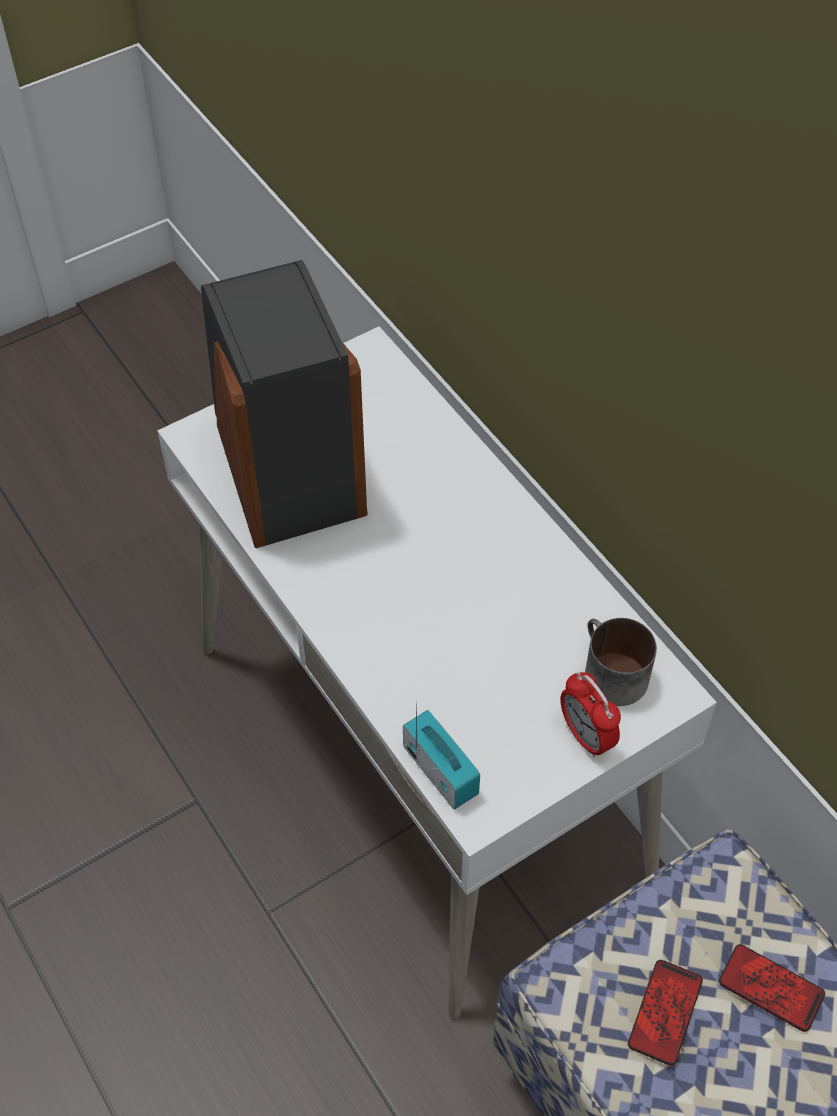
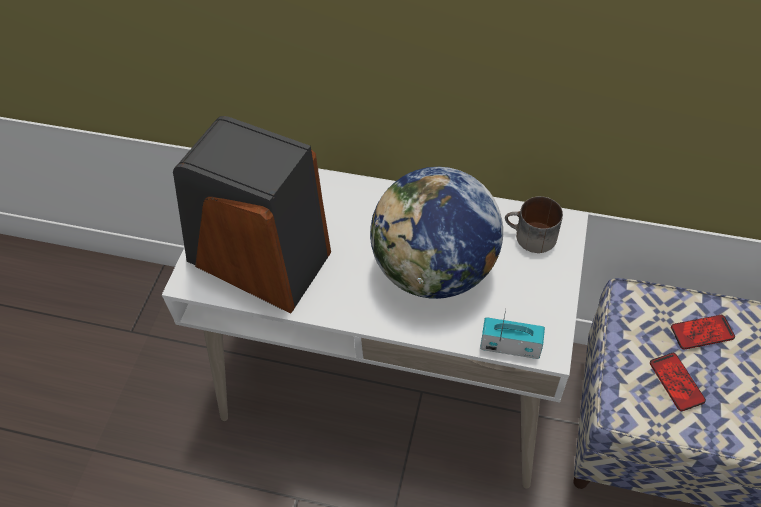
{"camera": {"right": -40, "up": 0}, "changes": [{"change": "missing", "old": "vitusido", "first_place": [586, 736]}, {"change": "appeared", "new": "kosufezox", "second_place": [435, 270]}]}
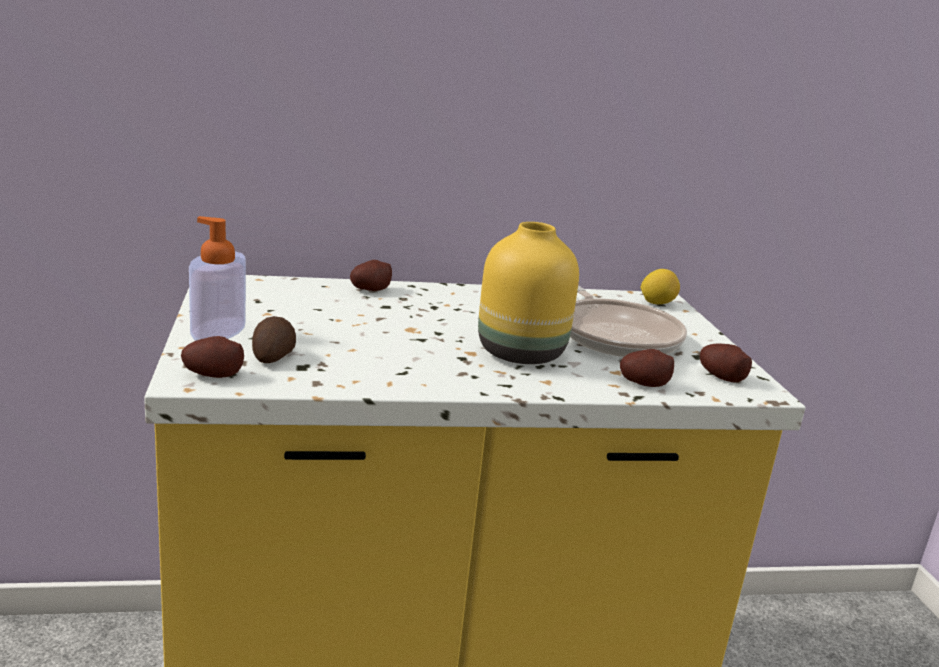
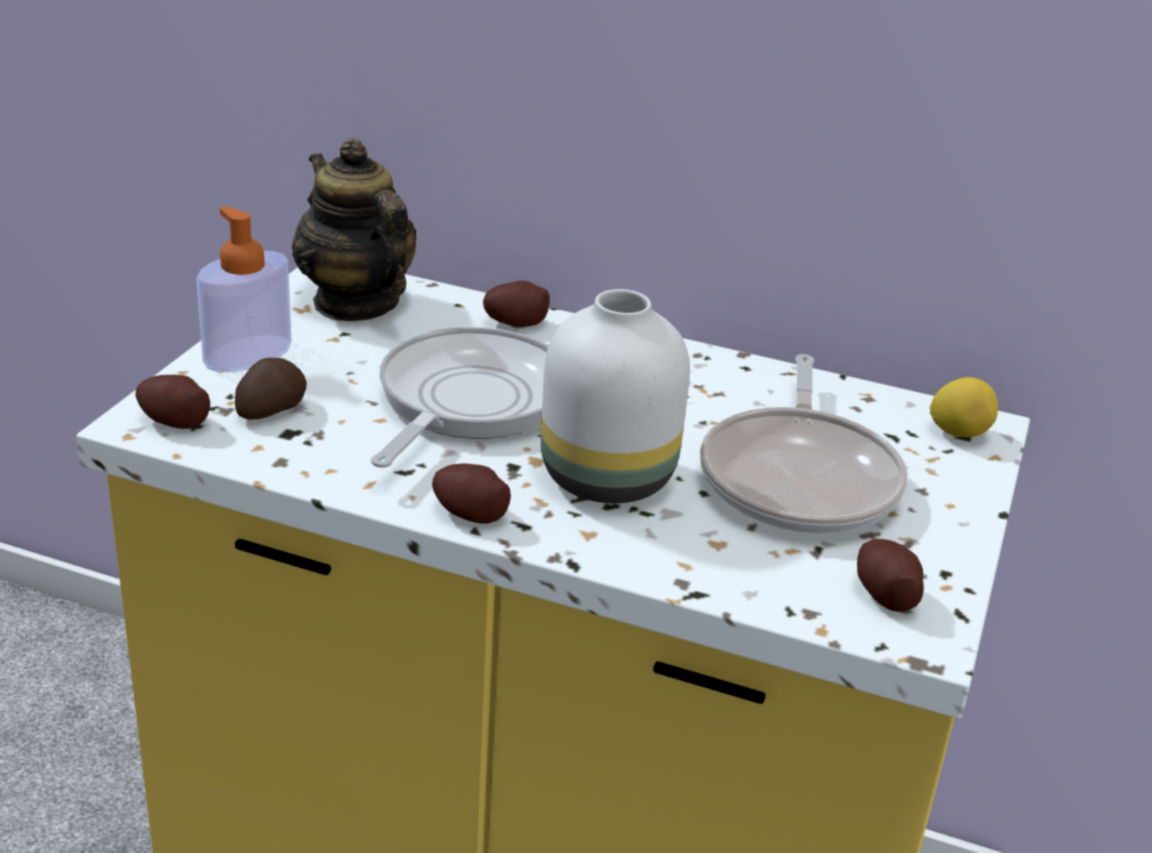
{"camera": {"right": 30, "up": 10}, "changes": [{"change": "colour", "old": "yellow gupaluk", "new": "white gupaluk", "first_place": [523, 354], "second_place": [610, 479]}, {"change": "relocated", "old": "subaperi", "first_place": [643, 384], "second_place": [469, 513]}, {"change": "appeared", "new": "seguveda", "second_place": [355, 303]}, {"change": "appeared", "new": "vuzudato", "second_place": [467, 402]}]}
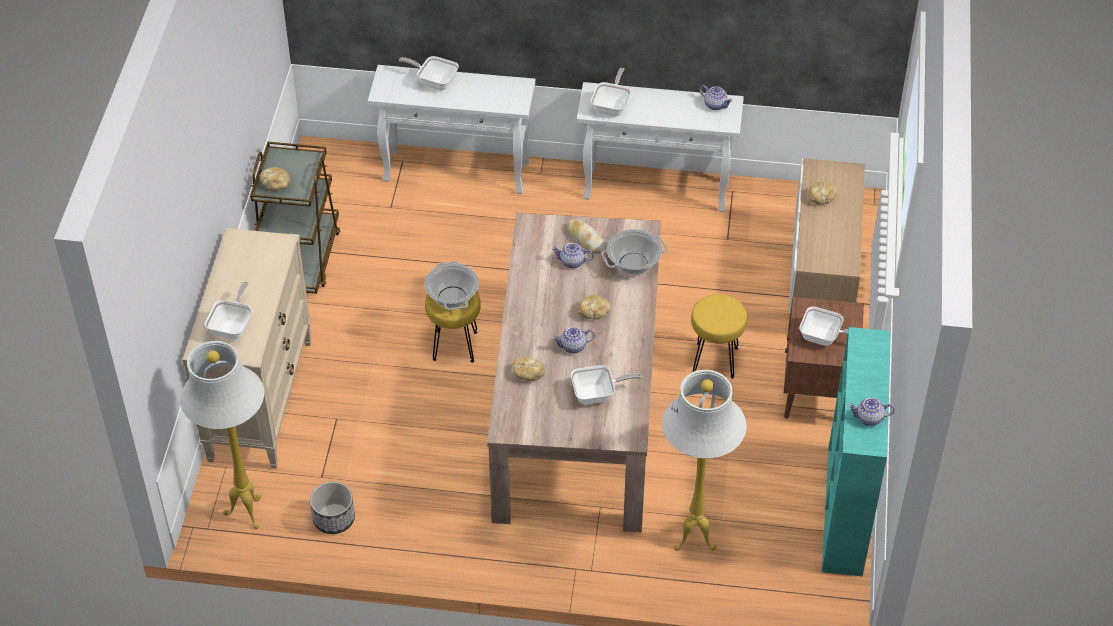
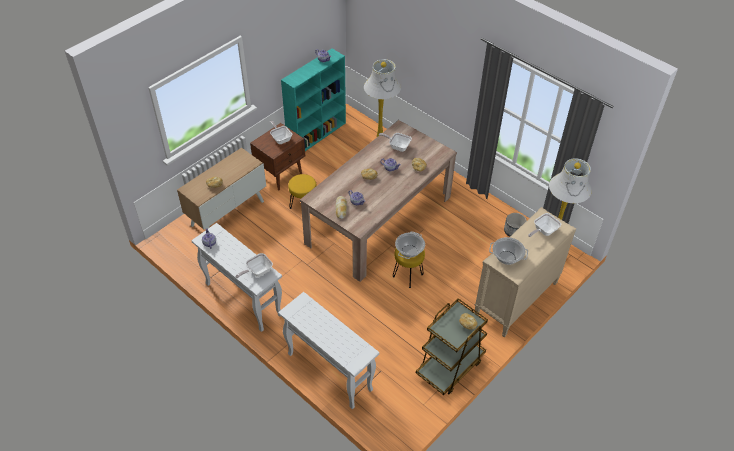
{"camera": {"right": -145, "up": 0}, "changes": [{"change": "missing", "old": "vuzudato", "first_place": [434, 81]}, {"change": "relocated", "old": "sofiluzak", "first_place": [633, 264], "second_place": [507, 257]}]}
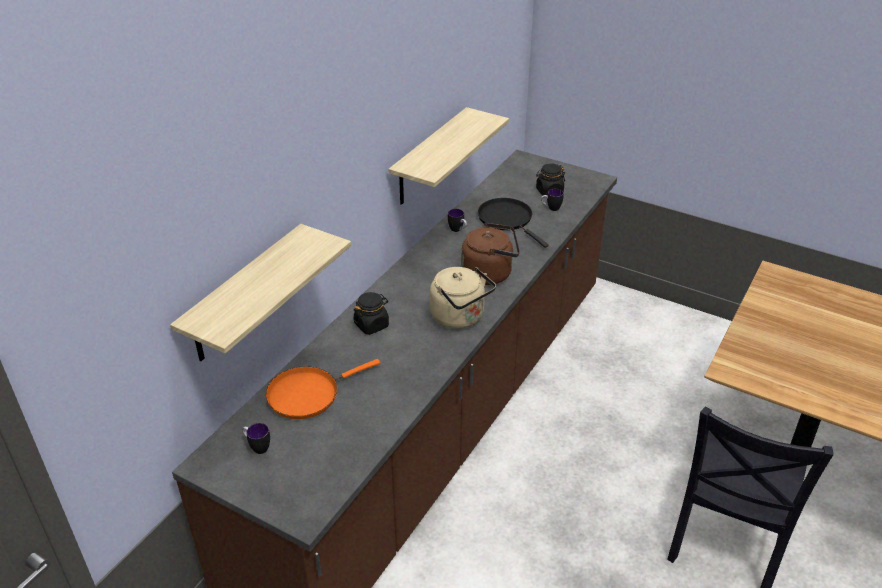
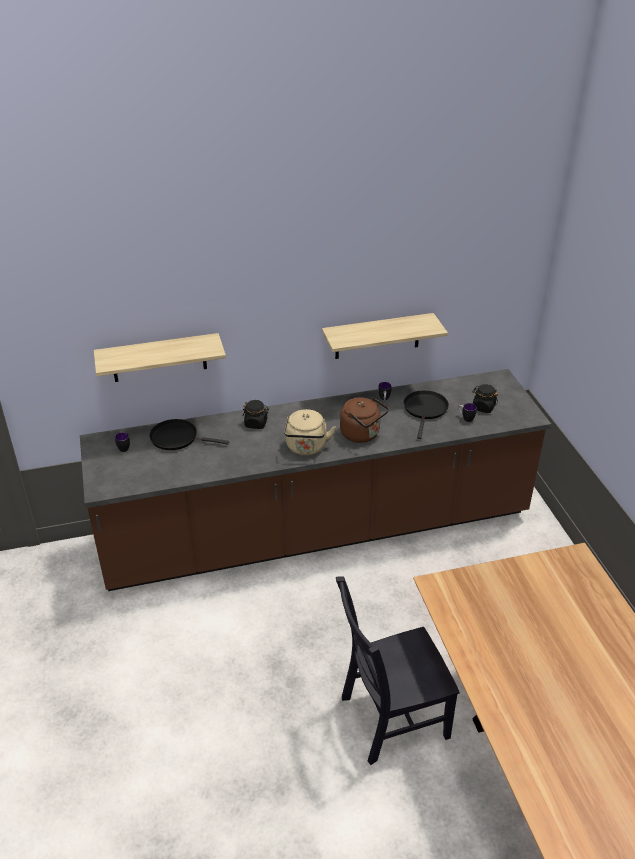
{"camera": {"right": 45, "up": 0}, "changes": [{"change": "colour", "old": "orange vuzudato", "new": "black vuzudato", "first_place": [307, 394], "second_place": [177, 438]}]}
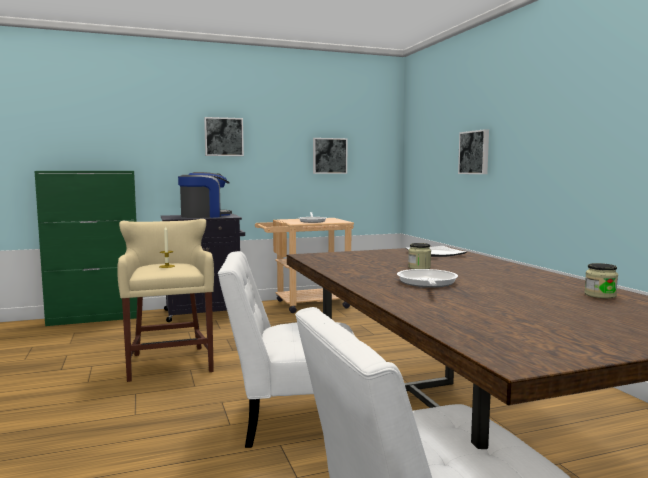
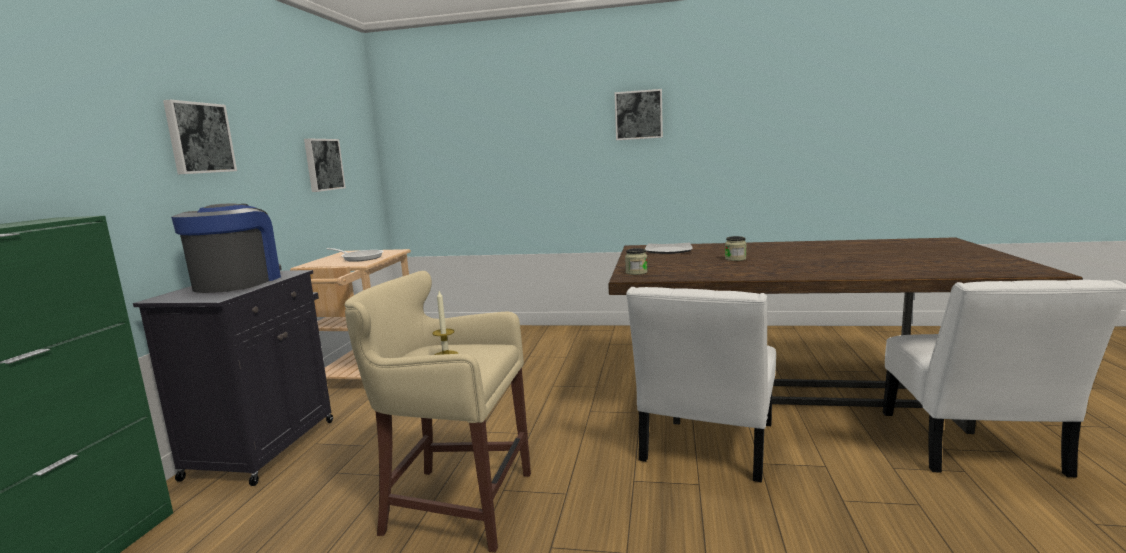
{"camera": {"right": -60, "up": 5}, "changes": [{"change": "relocated", "old": "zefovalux", "first_place": [475, 152], "second_place": [638, 115]}, {"change": "relocated", "old": "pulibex", "first_place": [600, 295], "second_place": [636, 272]}, {"change": "missing", "old": "vuzudato", "first_place": [426, 283]}]}
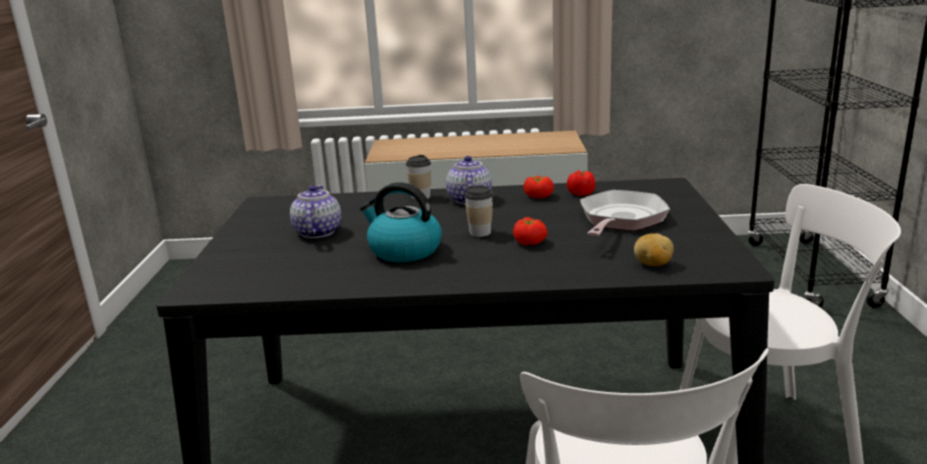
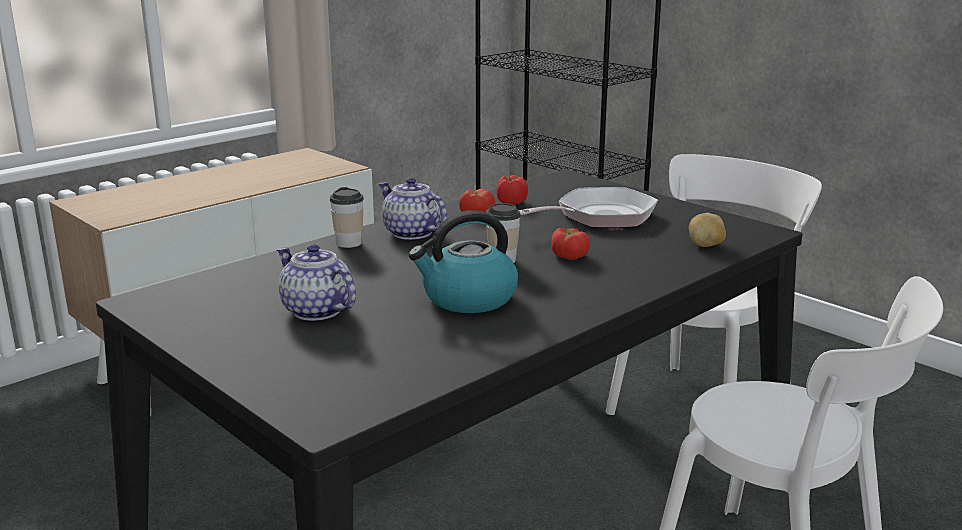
{"camera": {"right": -45, "up": 0}, "changes": [{"change": "spun", "old": "vuzudato", "first_place": [620, 220], "second_place": [599, 217], "degrees": 75}]}
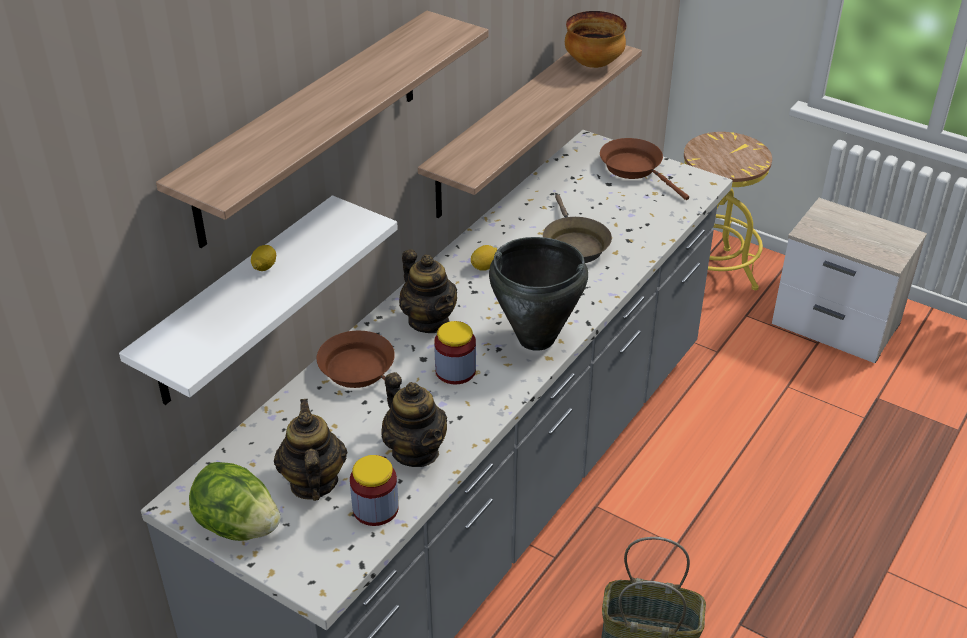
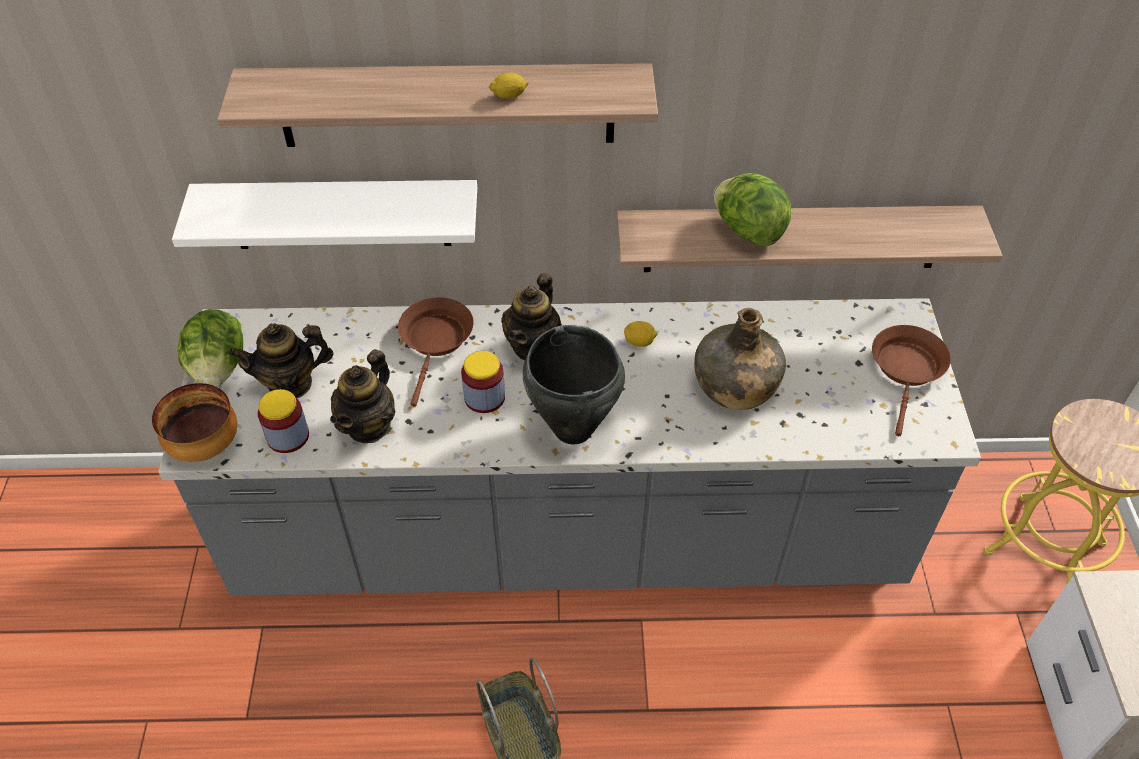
{"camera": {"right": 55, "up": 10}, "changes": [{"change": "relocated", "old": "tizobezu", "first_place": [594, 64], "second_place": [205, 447]}, {"change": "exchanged", "old": "brown vuzudato", "new": "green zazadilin", "first_place": [574, 244], "second_place": [734, 385]}, {"change": "relocated", "old": "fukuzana", "first_place": [264, 267], "second_place": [509, 95]}, {"change": "spun", "old": "seguveda", "first_place": [313, 482], "second_place": [290, 384], "degrees": -150}, {"change": "appeared", "new": "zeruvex", "second_place": [747, 231]}]}
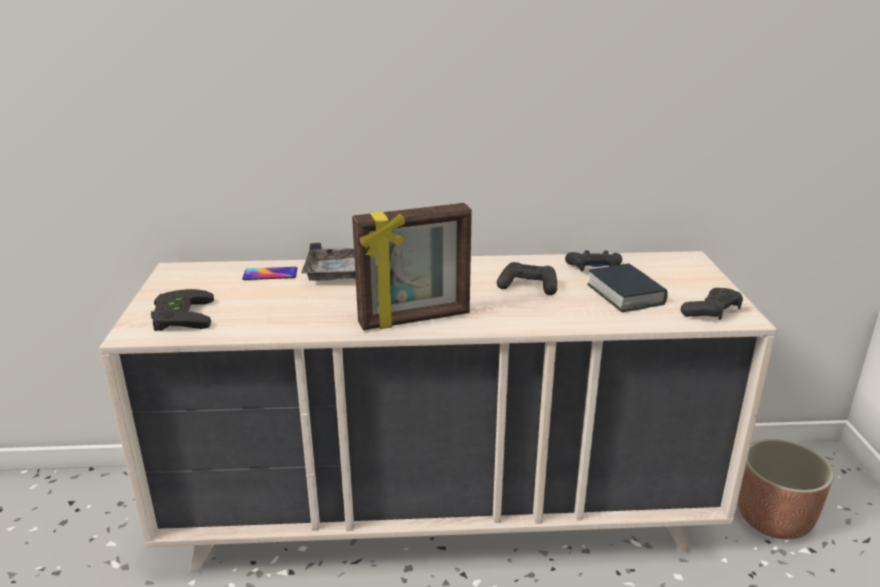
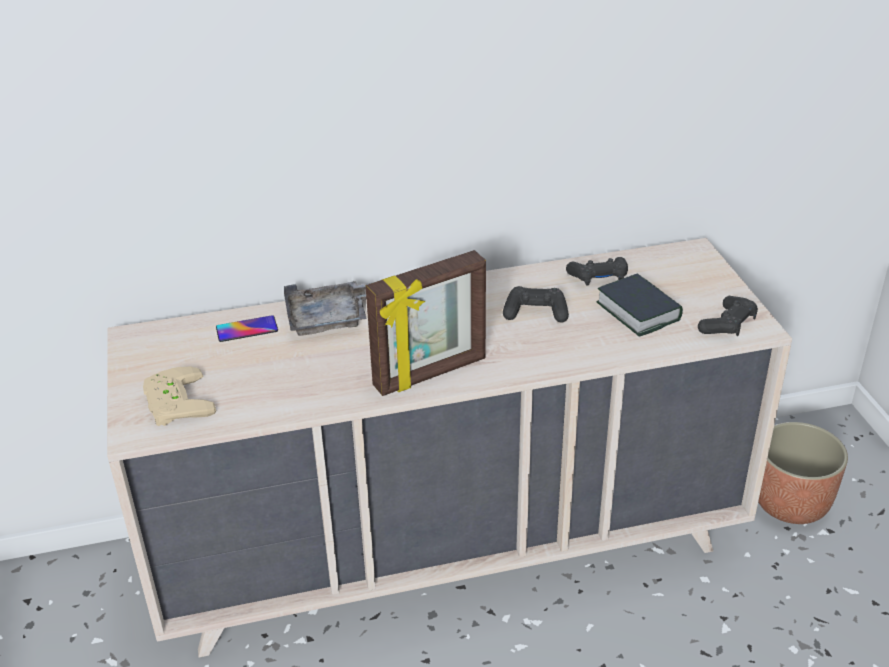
{"camera": {"right": -10, "up": 10}, "changes": [{"change": "colour", "old": "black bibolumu", "new": "beige bibolumu", "first_place": [178, 316], "second_place": [173, 403]}]}
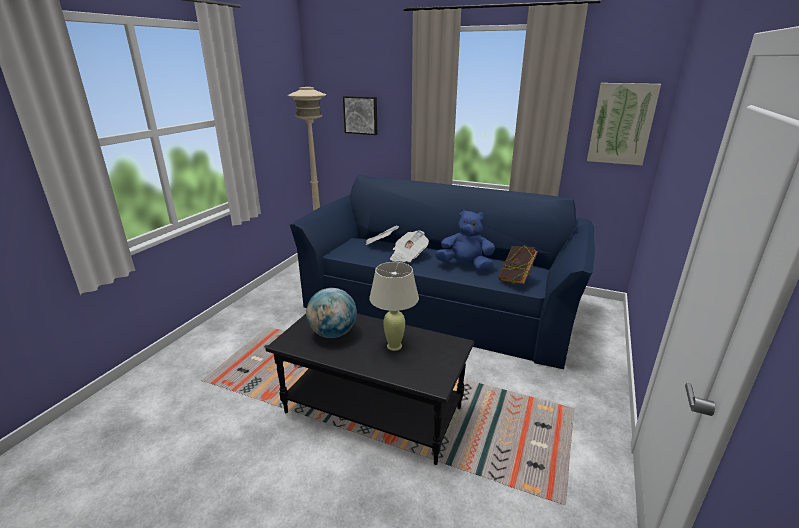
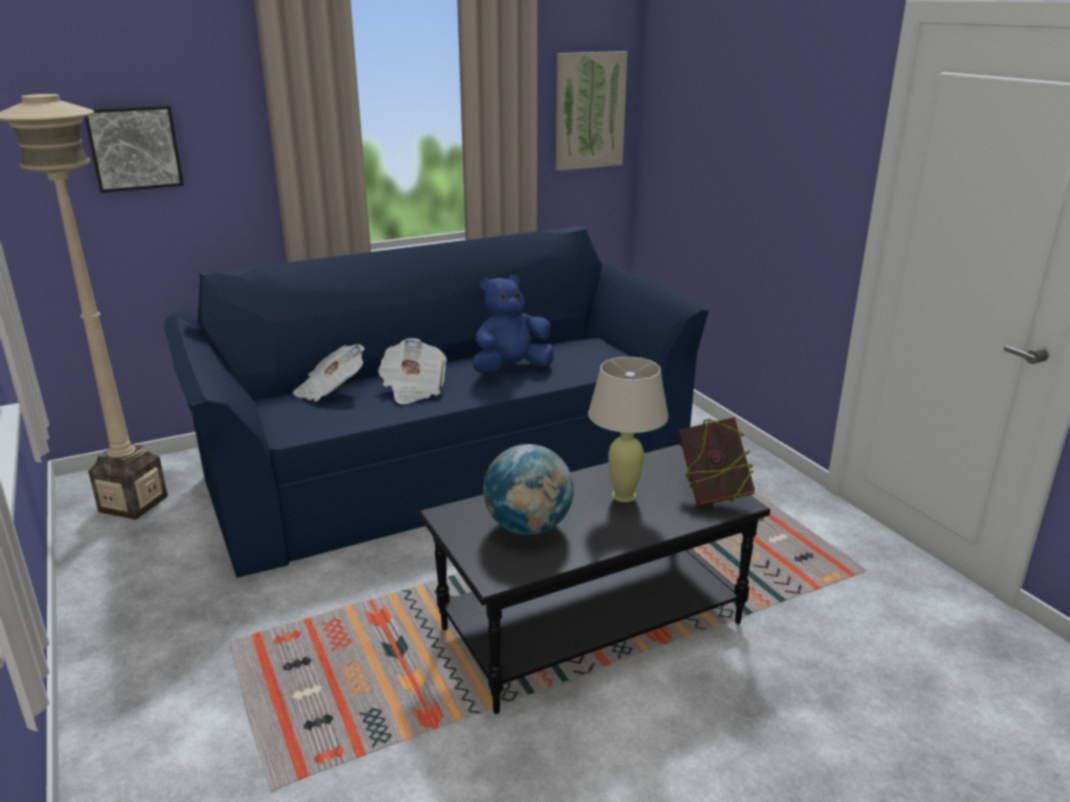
{"camera": {"right": -50, "up": 0}, "changes": [{"change": "relocated", "old": "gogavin", "first_place": [515, 281], "second_place": [713, 494]}]}
